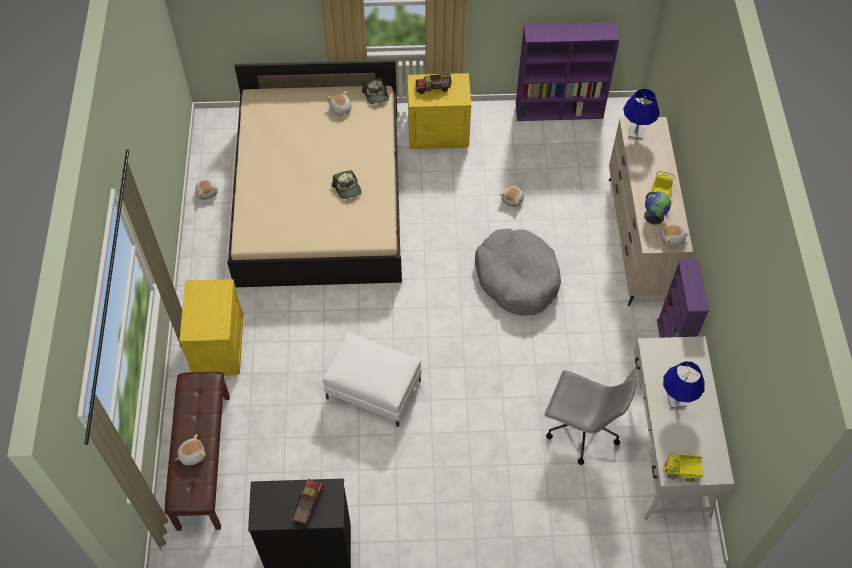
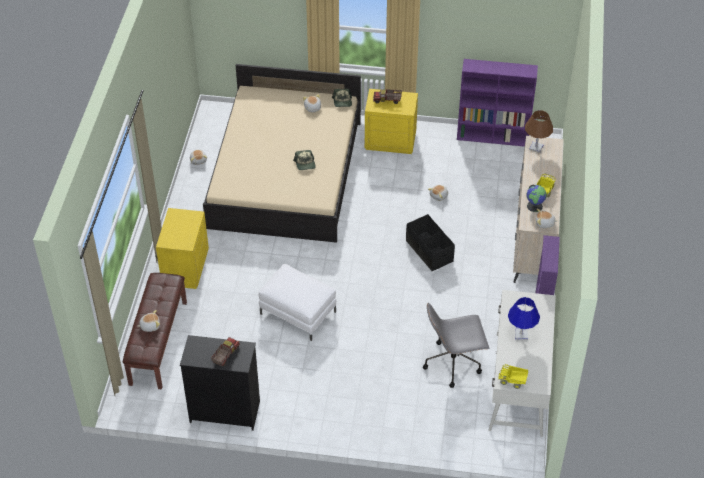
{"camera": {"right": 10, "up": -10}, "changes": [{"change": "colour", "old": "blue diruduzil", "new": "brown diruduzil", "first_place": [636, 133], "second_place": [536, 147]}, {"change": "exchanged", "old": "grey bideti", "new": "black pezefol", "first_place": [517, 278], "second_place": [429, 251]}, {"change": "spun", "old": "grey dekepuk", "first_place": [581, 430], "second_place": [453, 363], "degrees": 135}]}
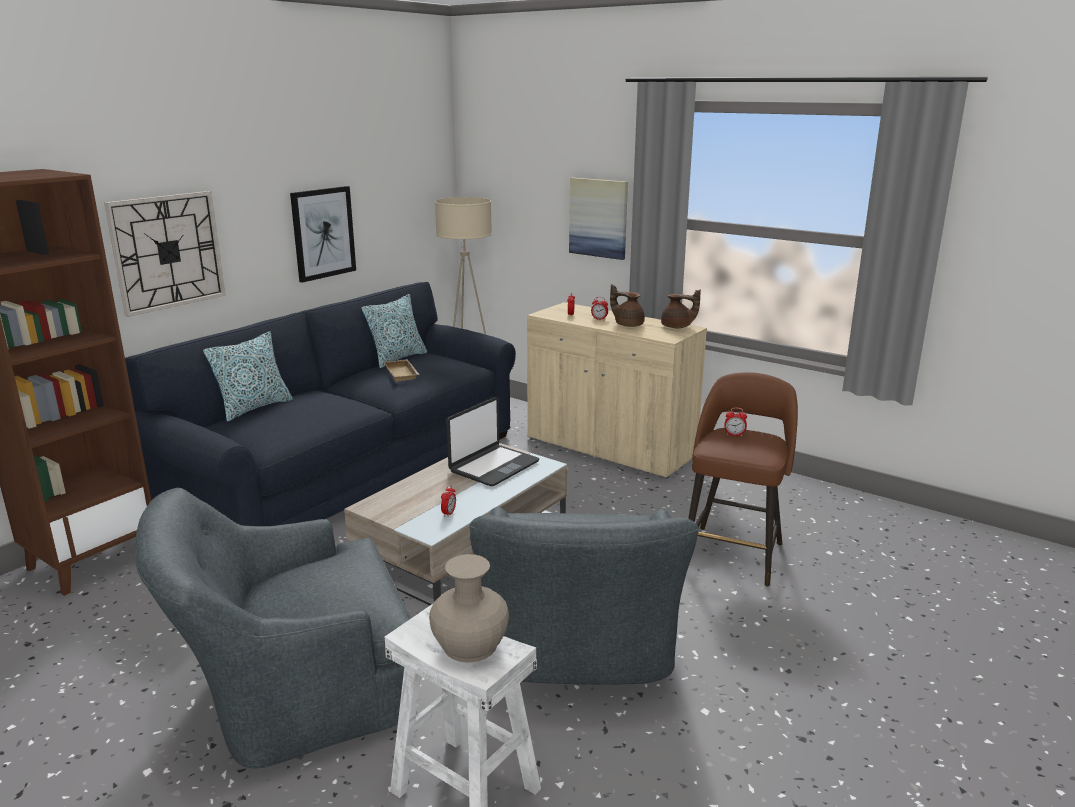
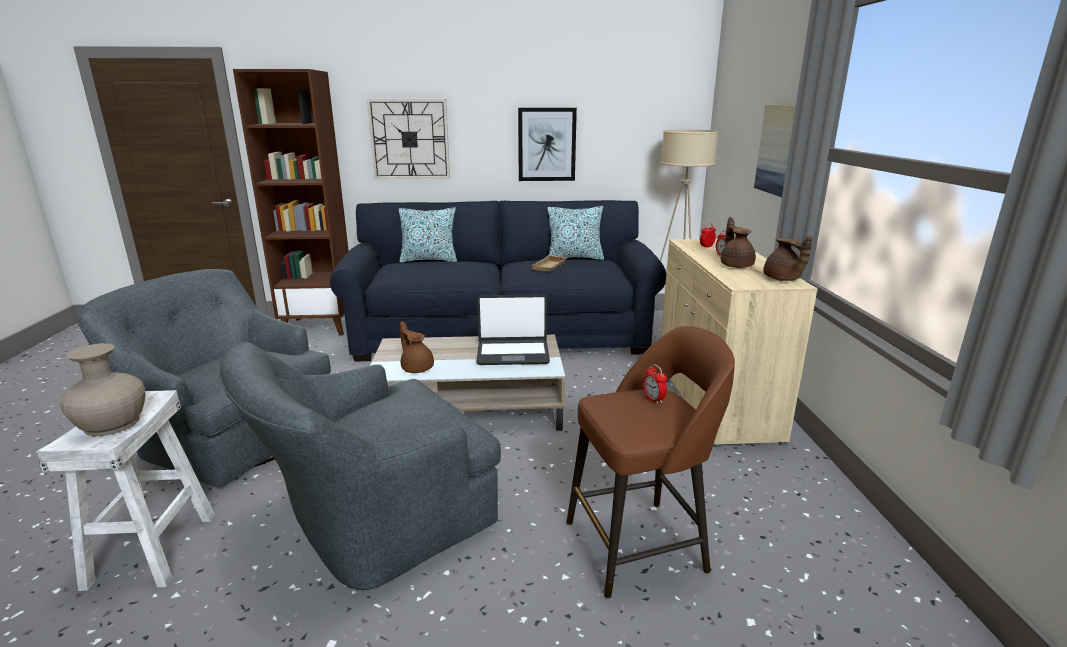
{"camera": {"right": 50, "up": 0}, "changes": [{"change": "exchanged", "old": "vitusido", "new": "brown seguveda", "first_place": [449, 513], "second_place": [417, 368]}]}
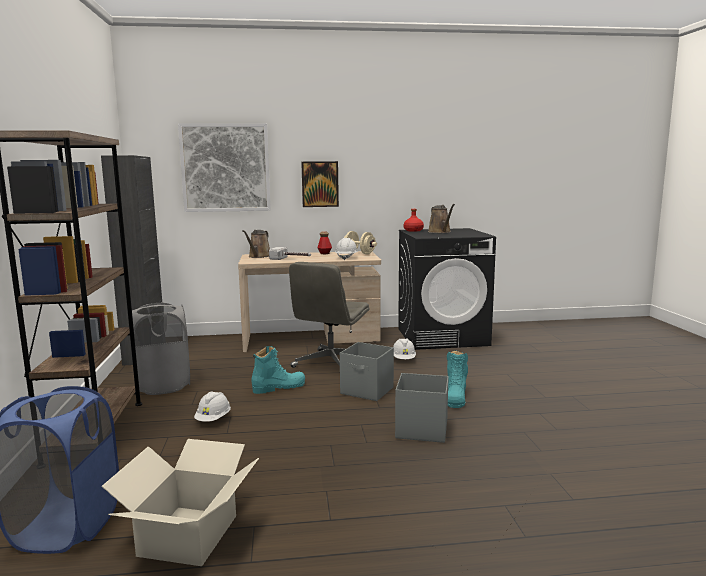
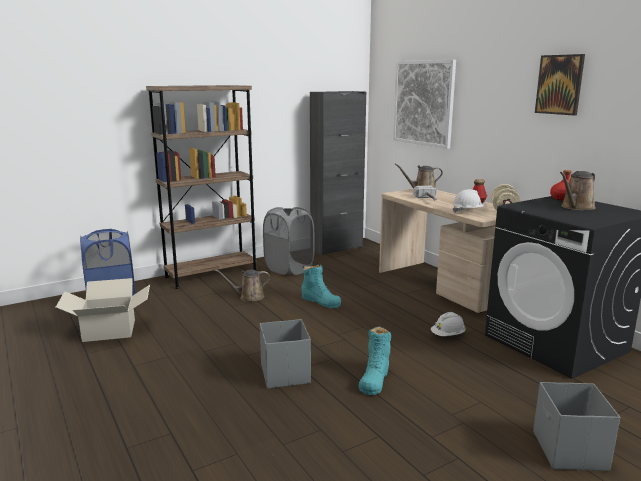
{"camera": {"right": 65, "up": 5}, "changes": [{"change": "relocated", "old": "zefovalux", "first_place": [320, 184], "second_place": [559, 84]}, {"change": "missing", "old": "grey dekepuk", "first_place": [330, 363]}, {"change": "relocated", "old": "grey pezefol", "first_place": [367, 391], "second_place": [569, 451]}, {"change": "spun", "old": "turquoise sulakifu", "first_place": [455, 397], "second_place": [374, 379], "degrees": -60}, {"change": "exchanged", "old": "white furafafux", "new": "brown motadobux", "first_place": [213, 419], "second_place": [248, 297]}]}
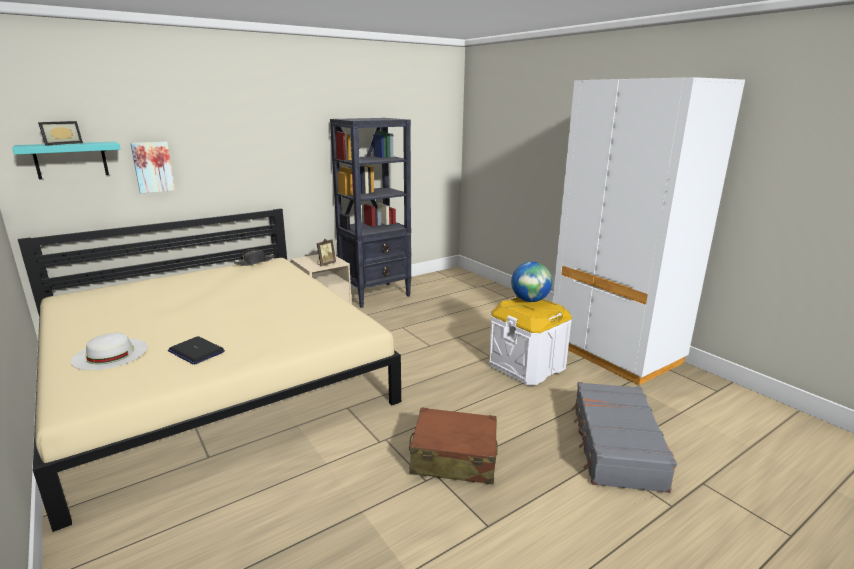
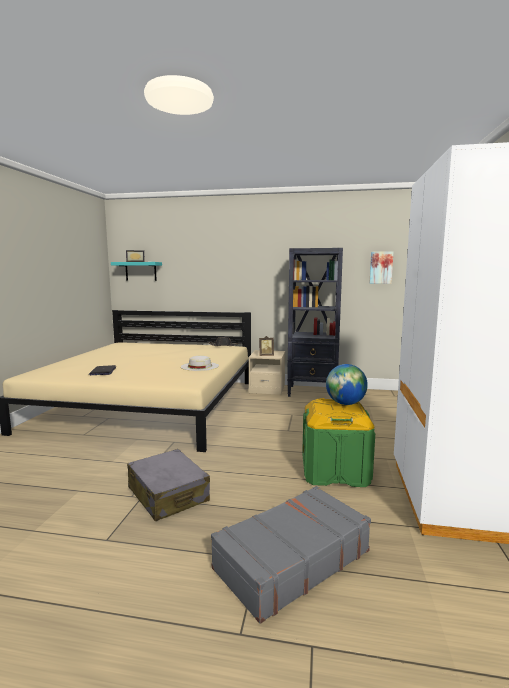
{"camera": {"right": 45, "up": -10}, "changes": [{"change": "relocated", "old": "zefovalux", "first_place": [153, 167], "second_place": [381, 267]}, {"change": "colour", "old": "white pezefol", "new": "green pezefol", "first_place": [526, 366], "second_place": [335, 471]}, {"change": "relocated", "old": "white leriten", "first_place": [110, 354], "second_place": [199, 366]}, {"change": "colour", "old": "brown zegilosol", "new": "grey zegilosol", "first_place": [453, 458], "second_place": [168, 495]}]}
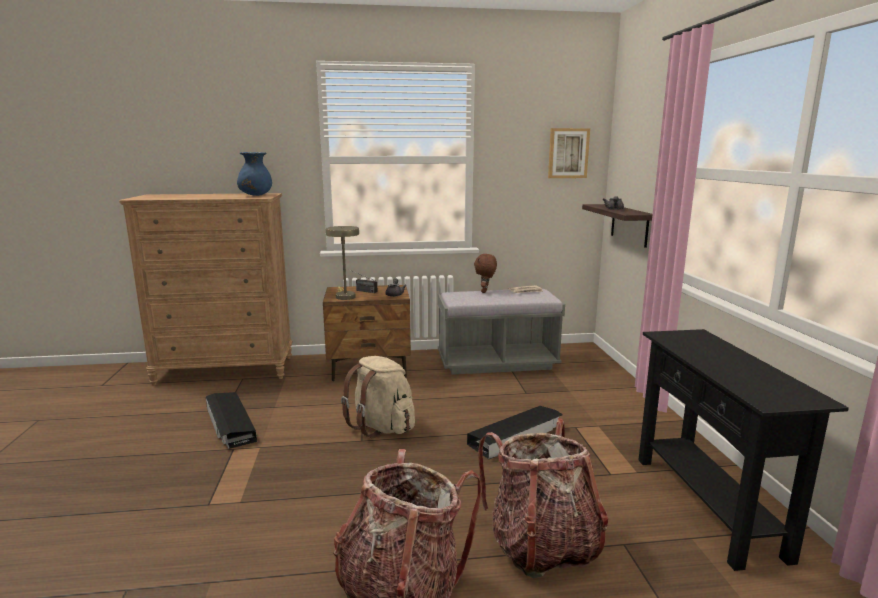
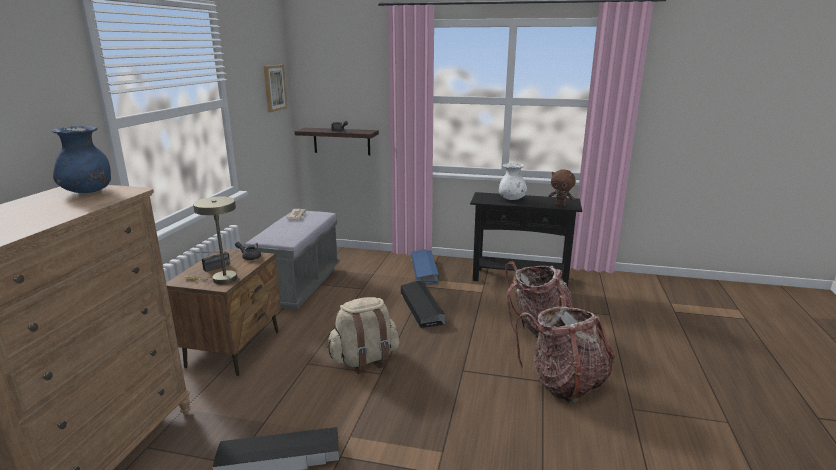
{"camera": {"right": -70, "up": 5}, "changes": [{"change": "relocated", "old": "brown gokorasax", "first_place": [485, 291], "second_place": [560, 205]}, {"change": "appeared", "new": "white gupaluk", "second_place": [512, 199]}, {"change": "appeared", "new": "blue pezefol", "second_place": [424, 270]}]}
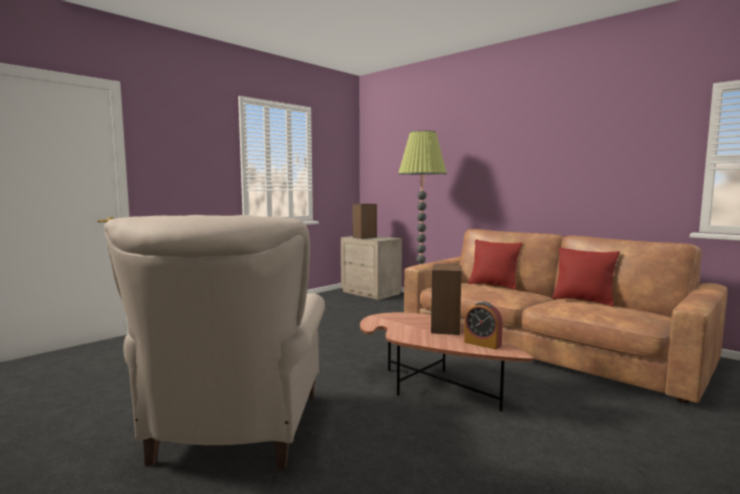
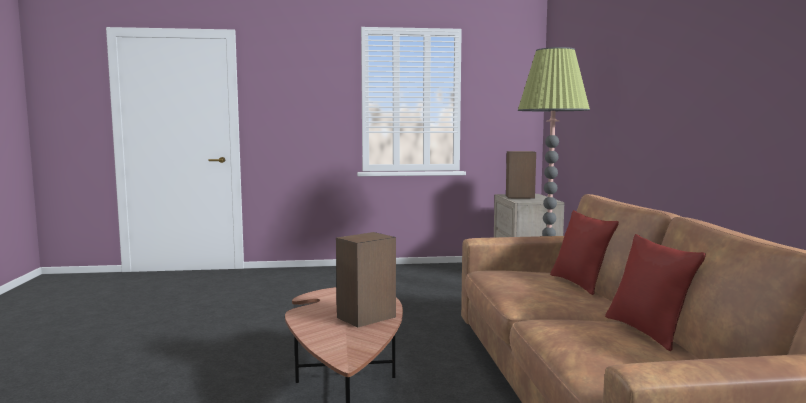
{"camera": {"right": 40, "up": 0}, "changes": [{"change": "missing", "old": "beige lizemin", "first_place": [237, 430]}, {"change": "missing", "old": "vitusido", "first_place": [482, 344]}]}
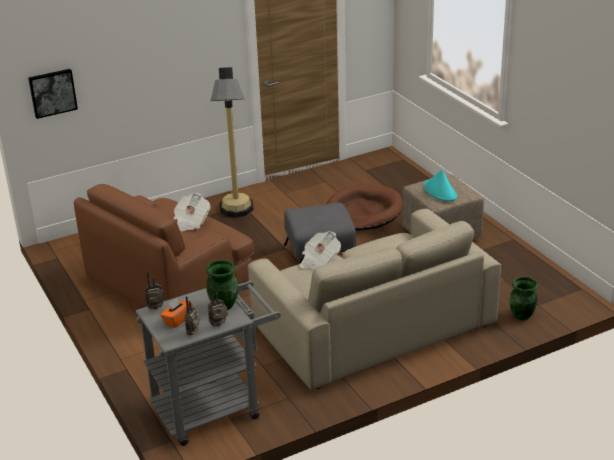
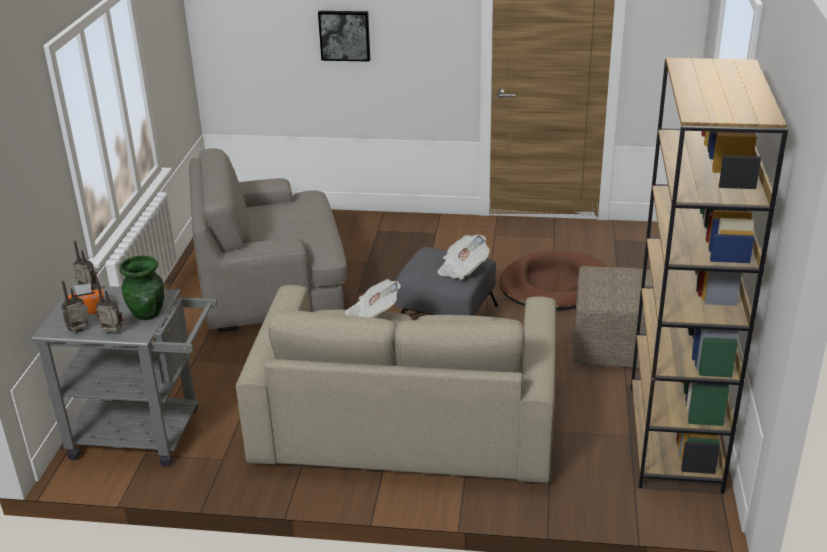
{"camera": {"right": 35, "up": 0}, "changes": [{"change": "missing", "old": "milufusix", "first_place": [237, 217]}, {"change": "relocated", "old": "zefovalux", "first_place": [52, 92], "second_place": [345, 35]}, {"change": "missing", "old": "turquoise leriten", "first_place": [440, 191]}, {"change": "colour", "old": "brown lizemin", "new": "grey lizemin", "first_place": [170, 281], "second_place": [272, 284]}, {"change": "relocated", "old": "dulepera", "first_place": [191, 222], "second_place": [462, 269]}, {"change": "missing", "old": "green gupaluk", "first_place": [522, 315]}, {"change": "appeared", "new": "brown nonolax", "second_place": [675, 438]}]}
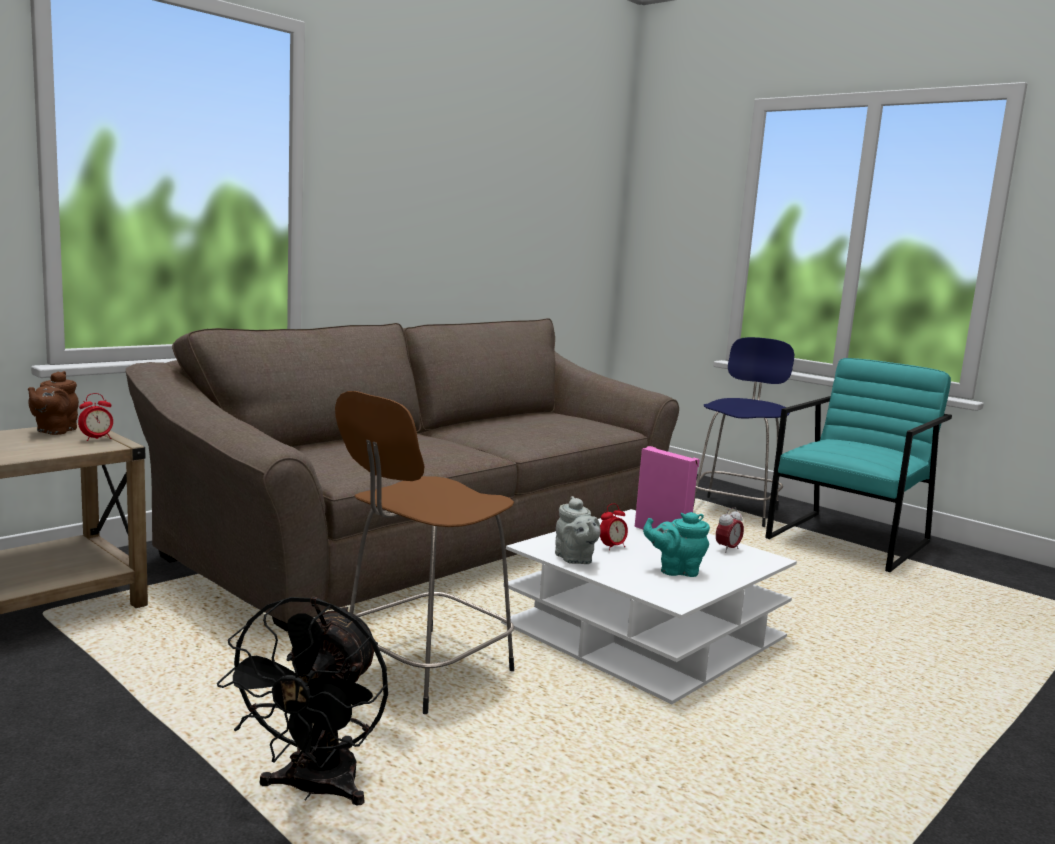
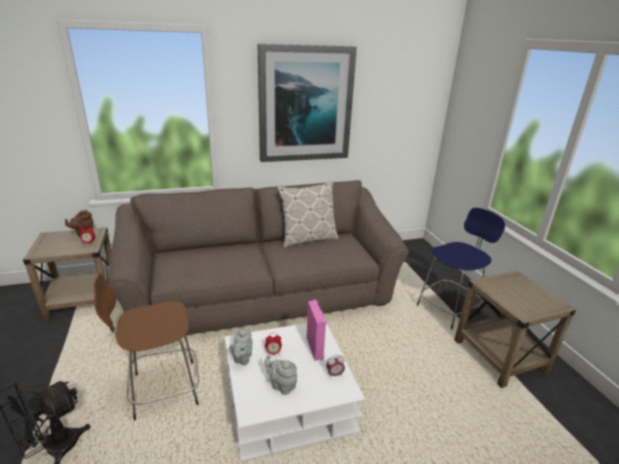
{"camera": {"right": 30, "up": 15}, "changes": [{"change": "exchanged", "old": "turquoise lizemin", "new": "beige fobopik", "first_place": [849, 541], "second_place": [500, 356]}, {"change": "colour", "old": "turquoise seguveda", "new": "grey seguveda", "first_place": [676, 570], "second_place": [281, 385]}, {"change": "appeared", "new": "zefovalux", "second_place": [305, 104]}, {"change": "appeared", "new": "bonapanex", "second_place": [307, 239]}]}
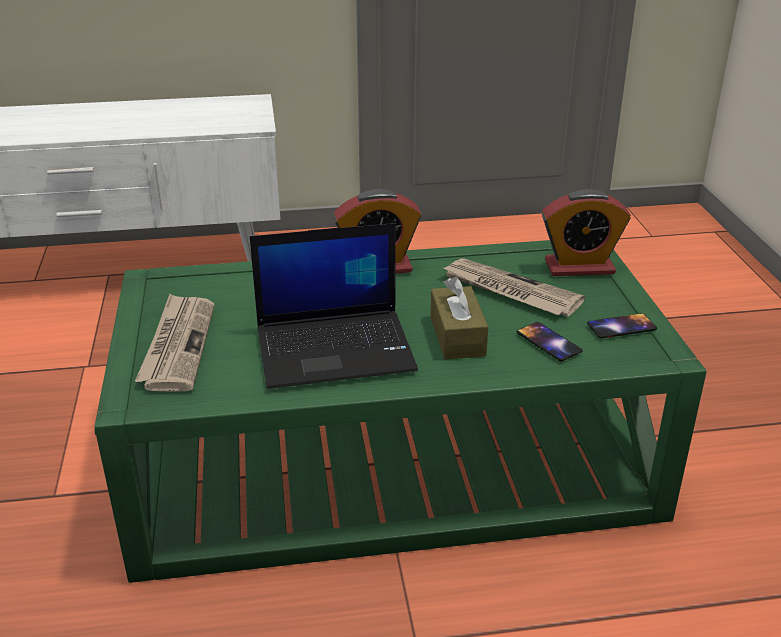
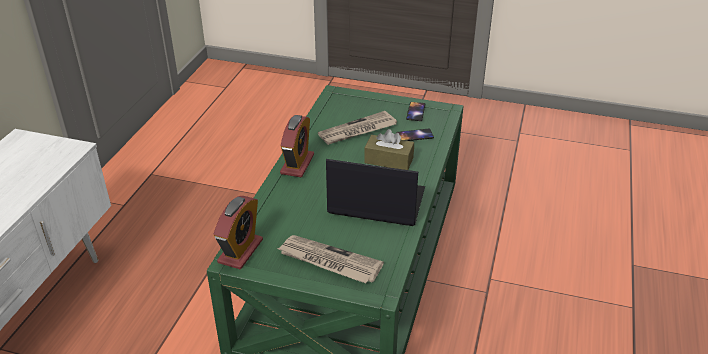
{"camera": {"right": -65, "up": 5}, "changes": [{"change": "relocated", "old": "vitusido", "first_place": [579, 267], "second_place": [240, 251]}, {"change": "spun", "old": "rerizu", "first_place": [336, 348], "second_place": [375, 202], "degrees": -90}]}
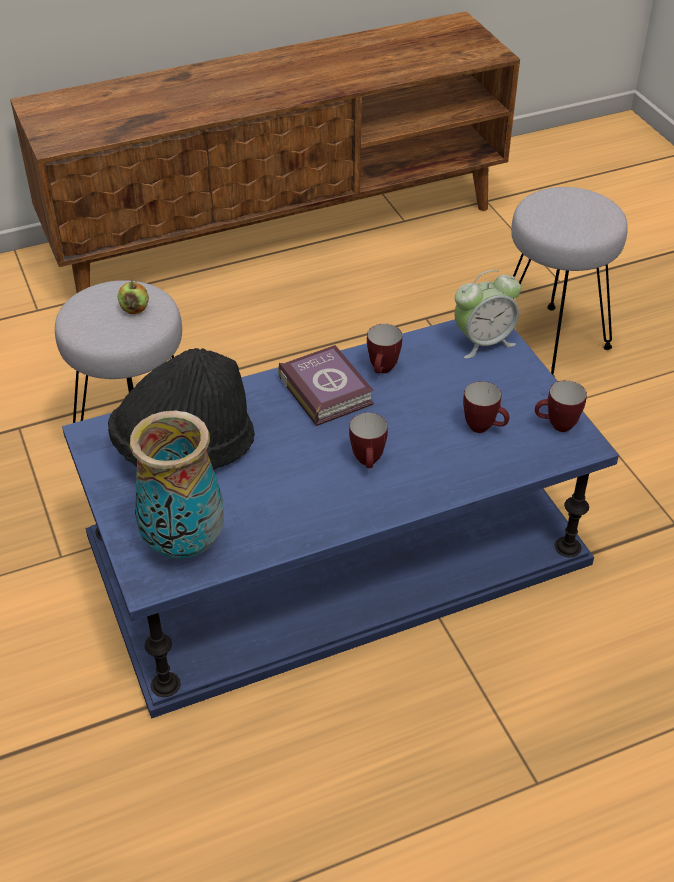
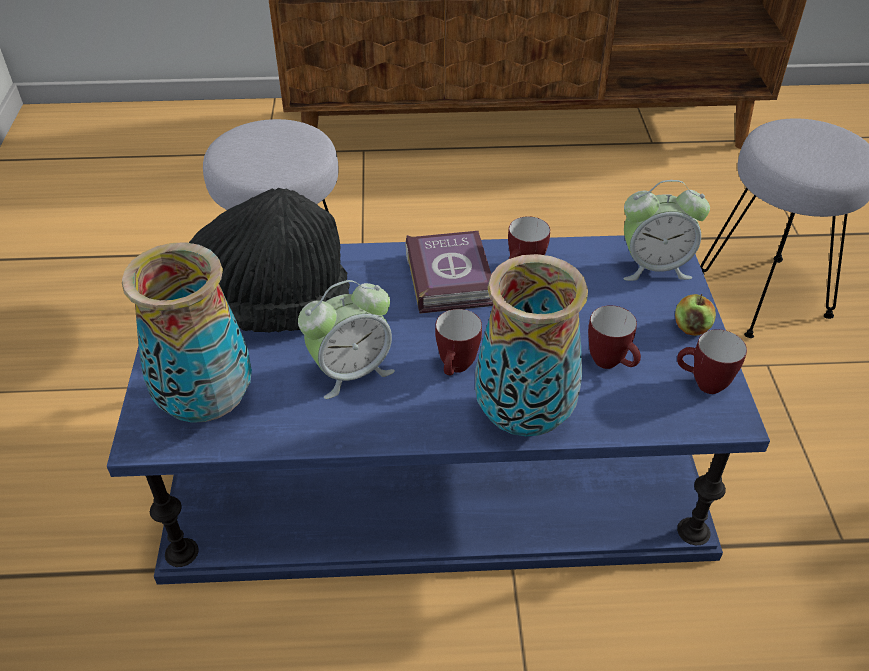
{"camera": {"right": 20, "up": 0}, "changes": [{"change": "relocated", "old": "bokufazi", "first_place": [134, 309], "second_place": [691, 328]}, {"change": "appeared", "new": "gupaluk", "second_place": [524, 418]}, {"change": "appeared", "new": "vitusido", "second_place": [351, 371]}]}
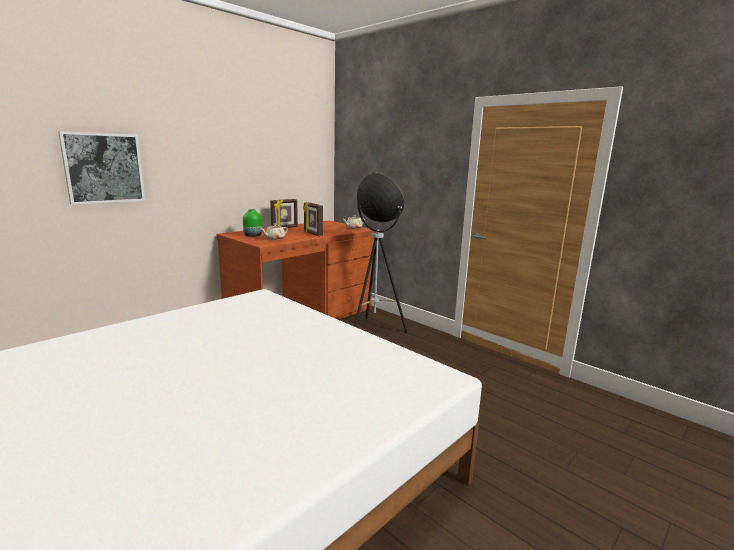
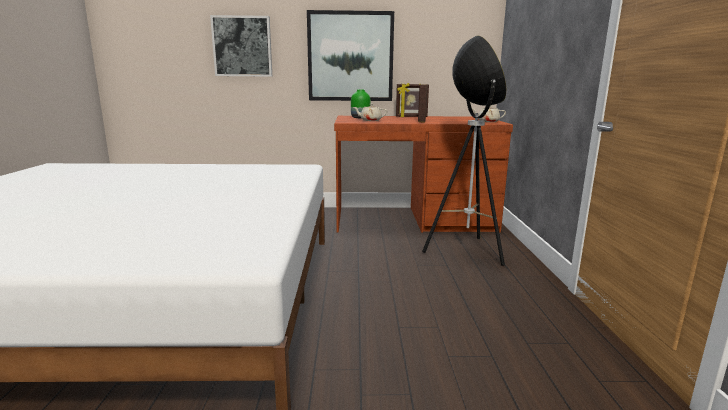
{"camera": {"right": 45, "up": 0}, "changes": [{"change": "appeared", "new": "zefovalux", "second_place": [350, 57]}]}
